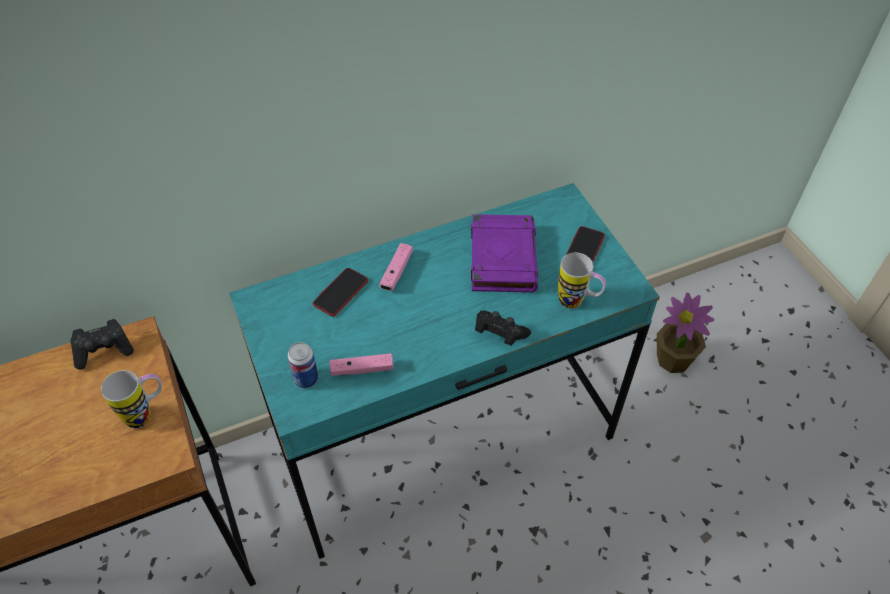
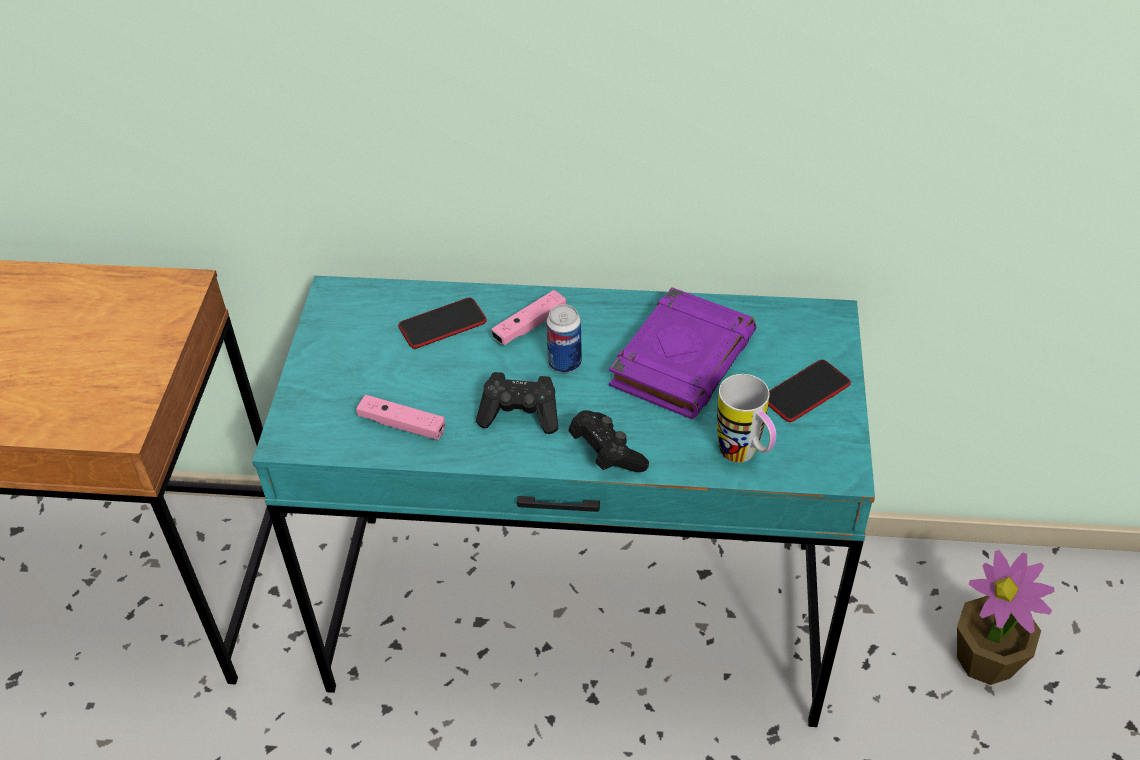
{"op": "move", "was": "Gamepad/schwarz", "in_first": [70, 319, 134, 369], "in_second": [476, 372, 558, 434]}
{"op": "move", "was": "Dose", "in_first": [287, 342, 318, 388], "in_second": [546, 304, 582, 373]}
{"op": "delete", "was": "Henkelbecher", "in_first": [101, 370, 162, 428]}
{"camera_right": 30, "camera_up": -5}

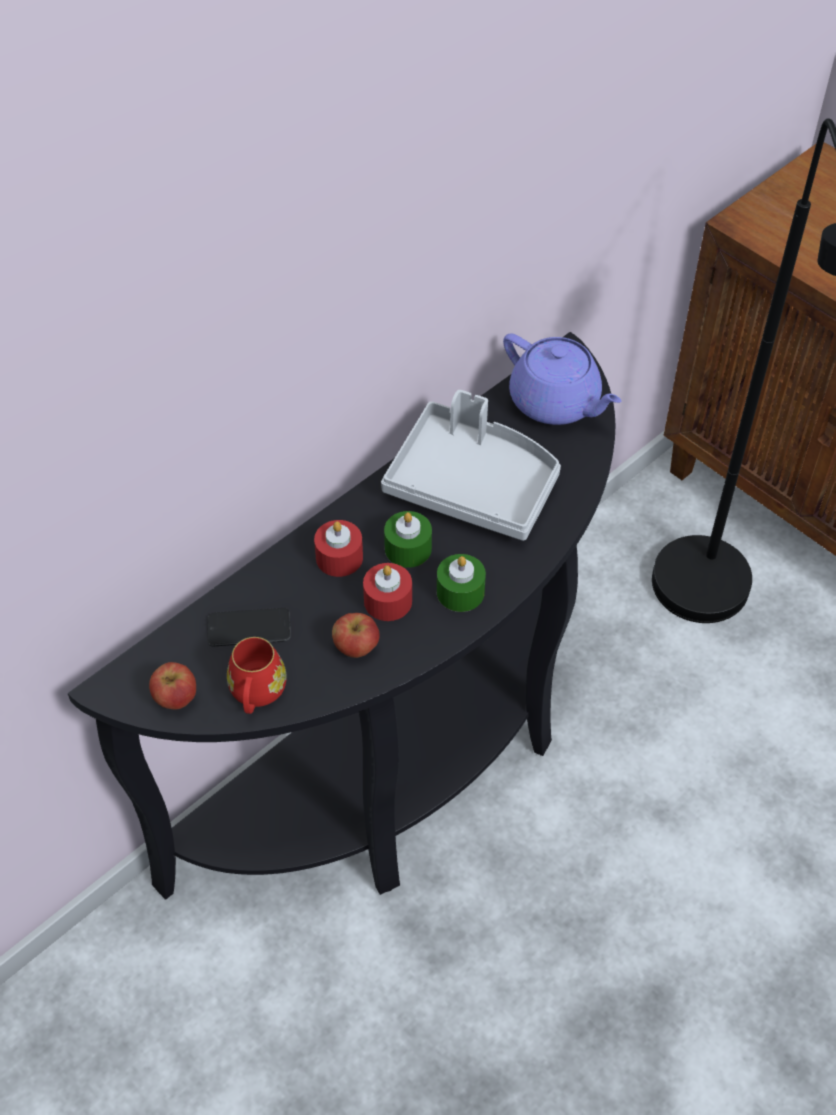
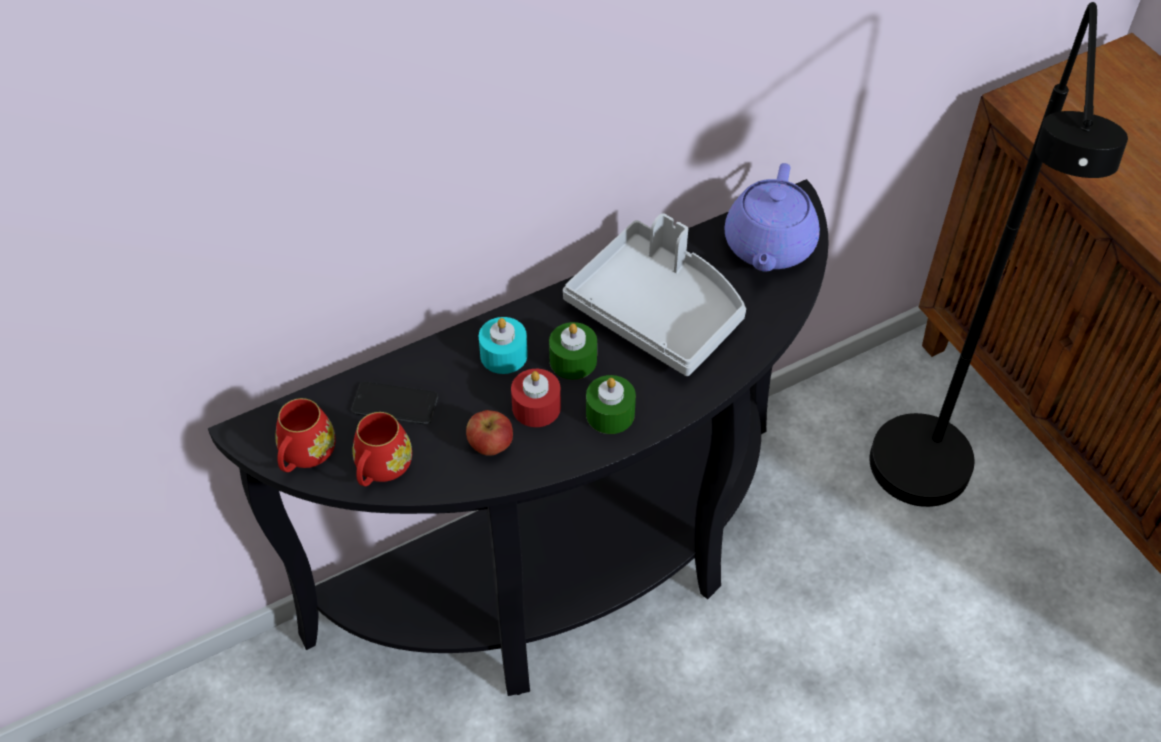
{"op": "rotate", "was": "Teekanne/lila", "in_first": [503, 333, 621, 425], "in_second": [724, 163, 820, 272], "clockwise": 45}
{"op": "recolor", "was": "Kerze/rot", "now": "Kerze/türkis", "in_first": [314, 520, 363, 577], "in_second": [479, 317, 528, 374]}
{"op": "replace", "was": "Apfel", "now": "Henkelbecher/rot", "in_first": [149, 662, 196, 710], "in_second": [275, 398, 336, 472]}
{"camera_right": 15, "camera_up": 0}

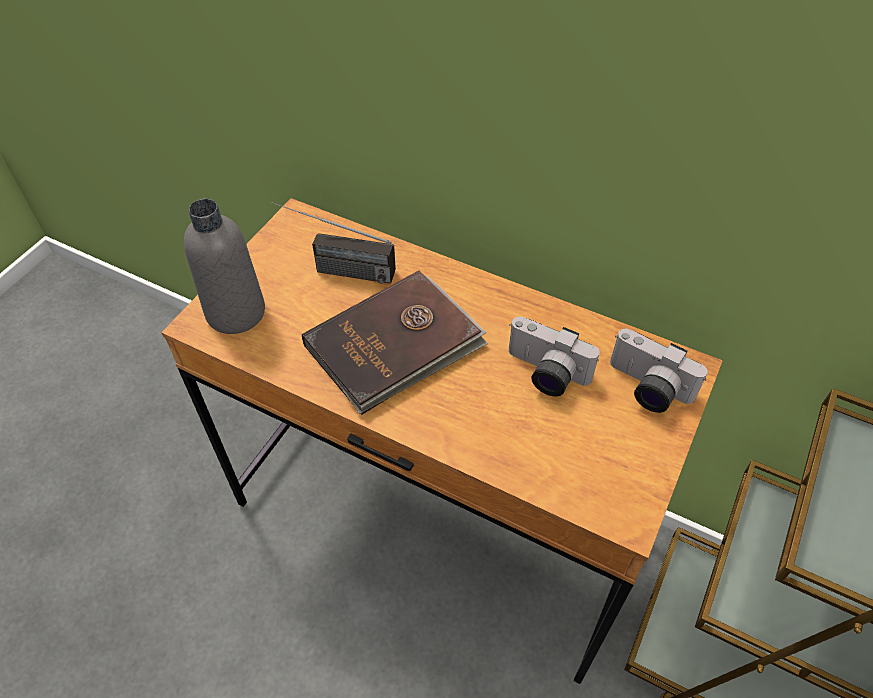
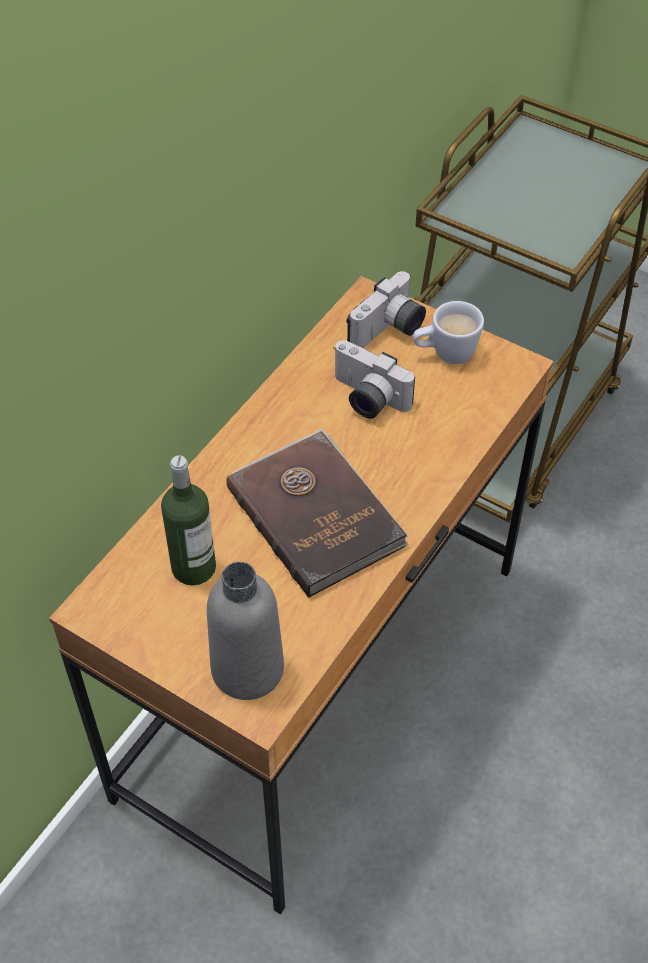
{"op": "replace", "was": "Radio", "now": "Flasche", "in_first": [271, 202, 396, 284], "in_second": [161, 455, 216, 585]}
{"op": "rotate", "was": "Kamera", "in_first": [509, 317, 600, 396], "in_second": [333, 340, 415, 419], "clockwise": 90}
{"op": "insert", "now": "Henkelbecher/weiß", "in_second": [413, 301, 484, 364]}
{"camera_right": -85, "camera_up": 0}

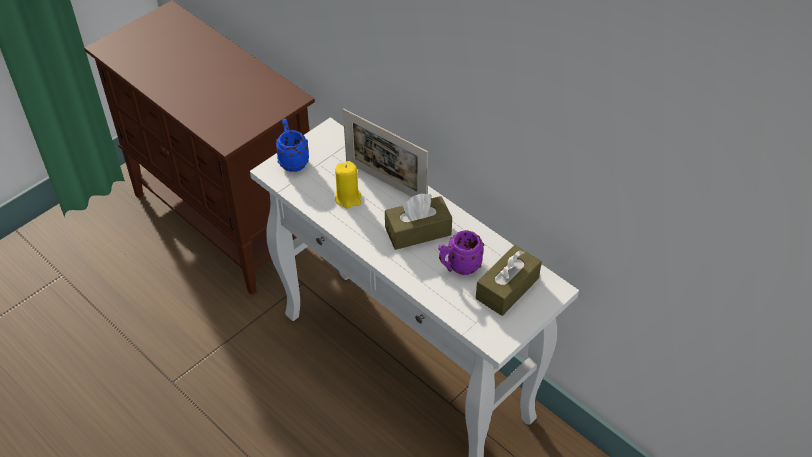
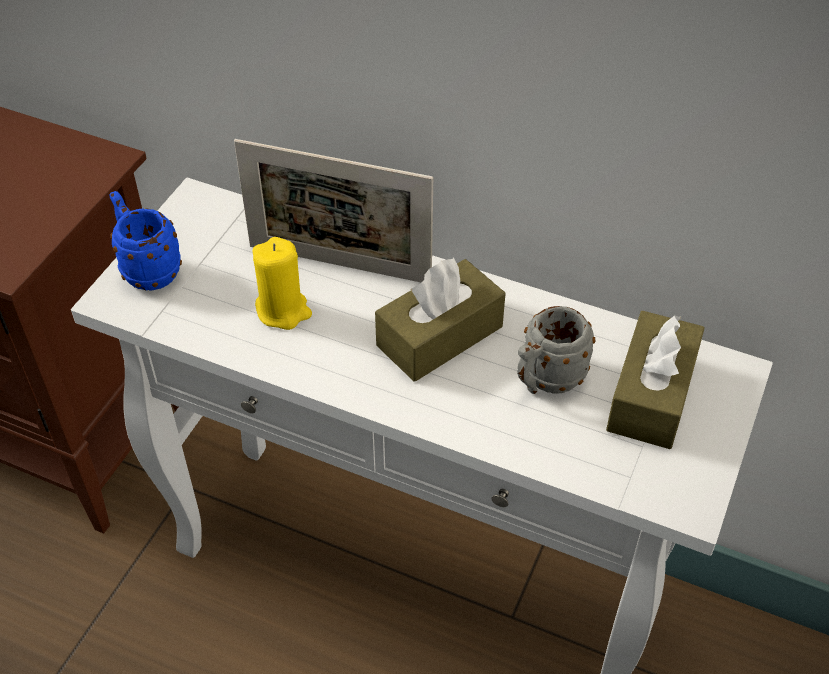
{"op": "recolor", "was": "Henkelbecher/lila", "now": "Henkelbecher/grau", "in_first": [438, 230, 484, 275], "in_second": [517, 306, 595, 394]}
{"camera_right": -20, "camera_up": 0}

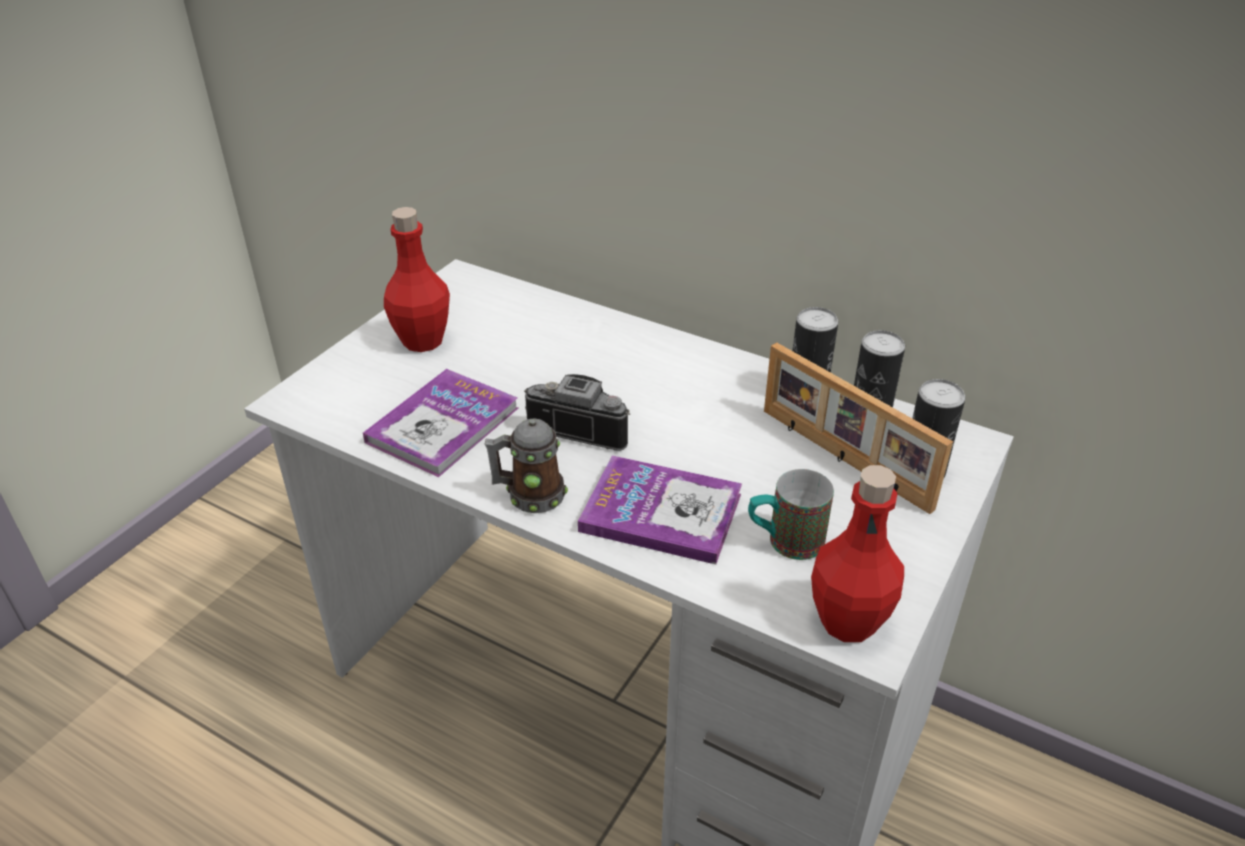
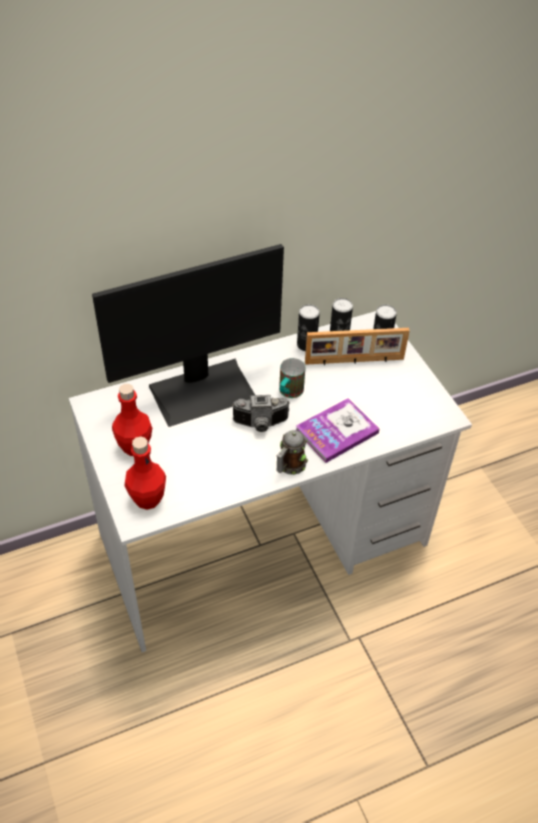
{"op": "delete", "was": "Buch", "in_first": [363, 369, 518, 477]}
{"op": "rotate", "was": "Kamera", "in_first": [524, 374, 630, 451], "in_second": [231, 395, 290, 432], "clockwise": -150}
{"op": "move", "was": "Flasche/rot", "in_first": [811, 465, 904, 642], "in_second": [125, 437, 166, 510]}
{"op": "move", "was": "Henkelbecher", "in_first": [748, 469, 834, 560], "in_second": [279, 358, 305, 398]}
{"op": "insert", "now": "Monitor", "in_second": [92, 244, 284, 427]}
{"camera_right": -55, "camera_up": 10}

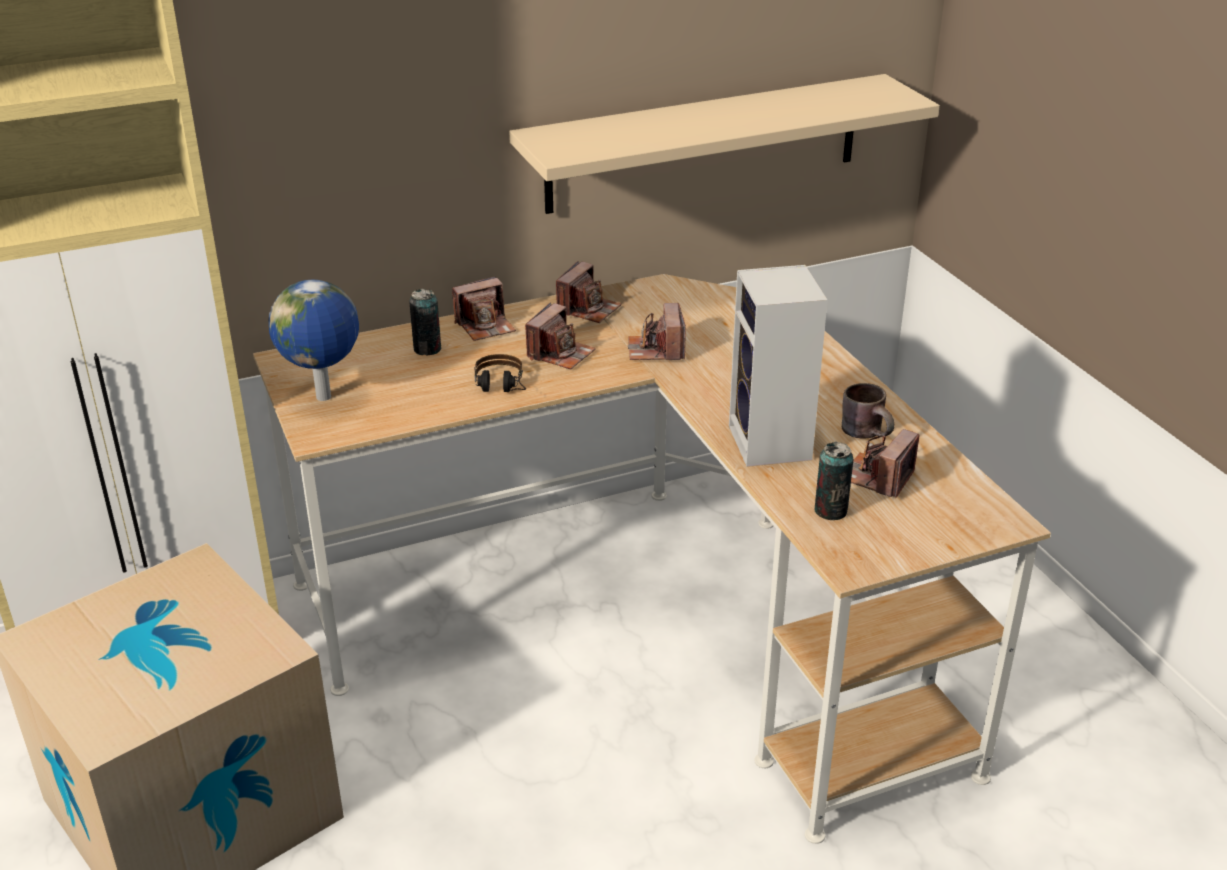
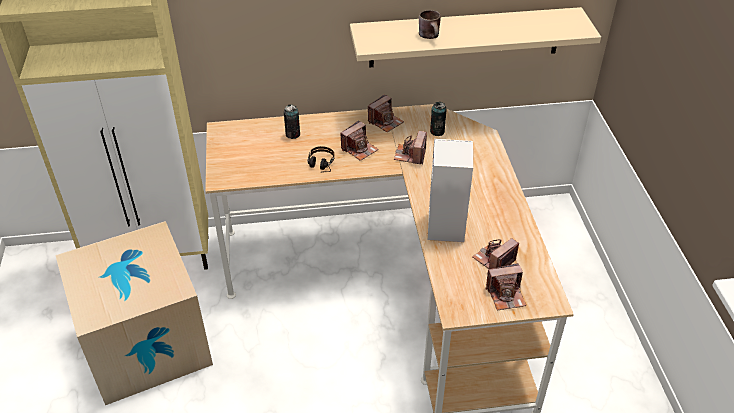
{"op": "move", "was": "Kamera", "in_first": [452, 277, 516, 341], "in_second": [486, 263, 526, 310]}
{"op": "delete", "was": "Globus", "in_first": [269, 279, 359, 401]}
{"op": "move", "was": "Henkelbecher/braun", "in_first": [842, 383, 894, 438], "in_second": [419, 10, 441, 39]}
{"op": "move", "was": "Dose", "in_first": [815, 442, 853, 520], "in_second": [430, 102, 447, 136]}
{"camera_right": 15, "camera_up": 10}

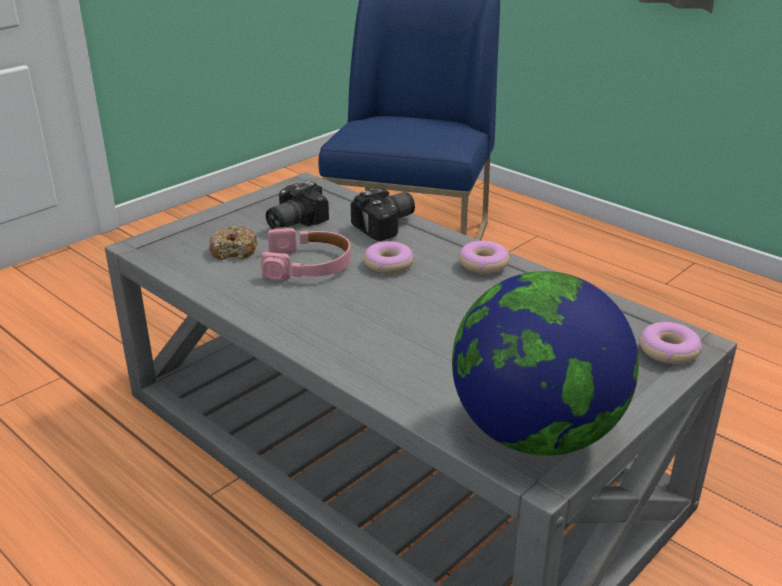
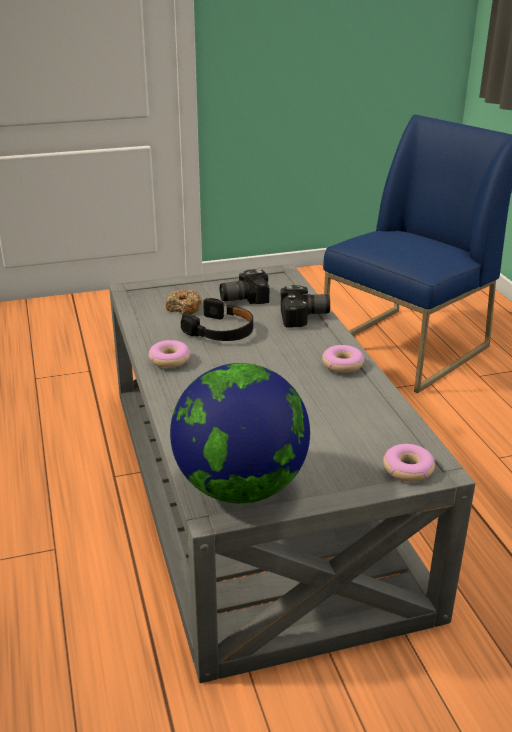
{"op": "recolor", "was": "Kopfhörer/rosa", "now": "Kopfhörer/schwarz", "in_first": [261, 227, 351, 280], "in_second": [181, 298, 253, 341]}
{"op": "move", "was": "Donut", "in_first": [364, 241, 414, 274], "in_second": [149, 340, 190, 368]}
{"camera_right": 30, "camera_up": 0}

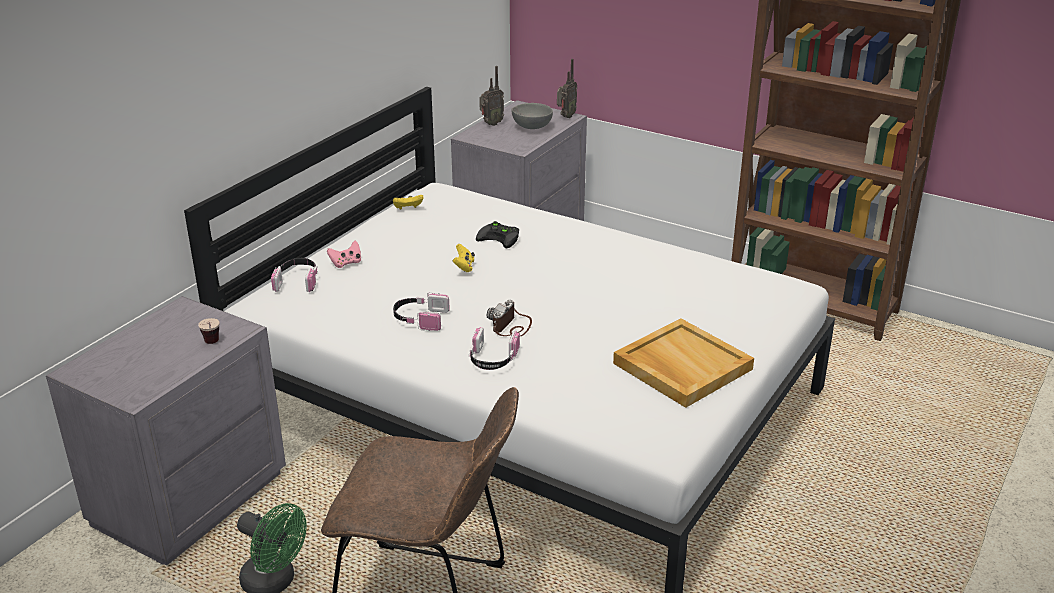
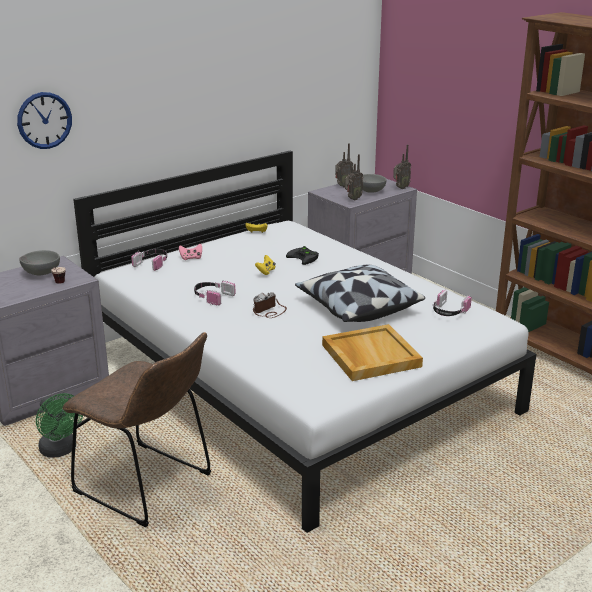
{"op": "move", "was": "Kopfhörer", "in_first": [470, 327, 520, 370], "in_second": [432, 290, 472, 316]}
{"op": "insert", "now": "Wanduhr", "in_second": [17, 92, 72, 149]}
{"op": "insert", "now": "Radio", "in_second": [345, 154, 363, 200]}
{"op": "insert", "now": "Schüssel/grau", "in_second": [19, 250, 60, 275]}
{"op": "insert", "now": "Kissen", "in_second": [295, 265, 425, 322]}
{"camera_right": 20, "camera_up": -5}

